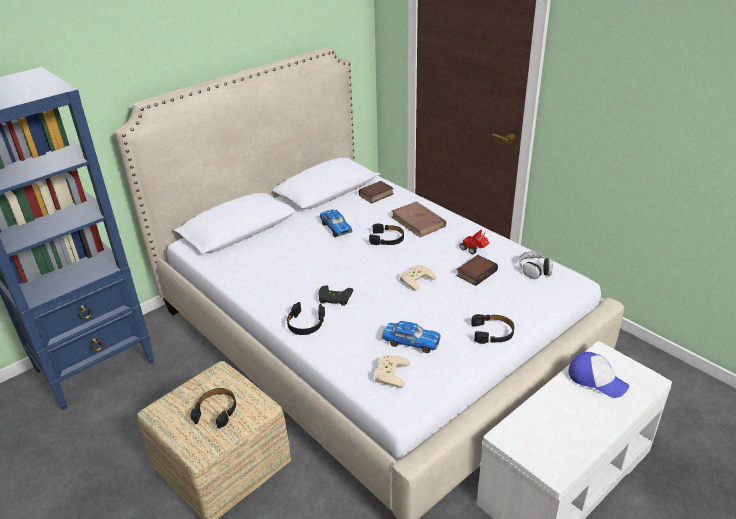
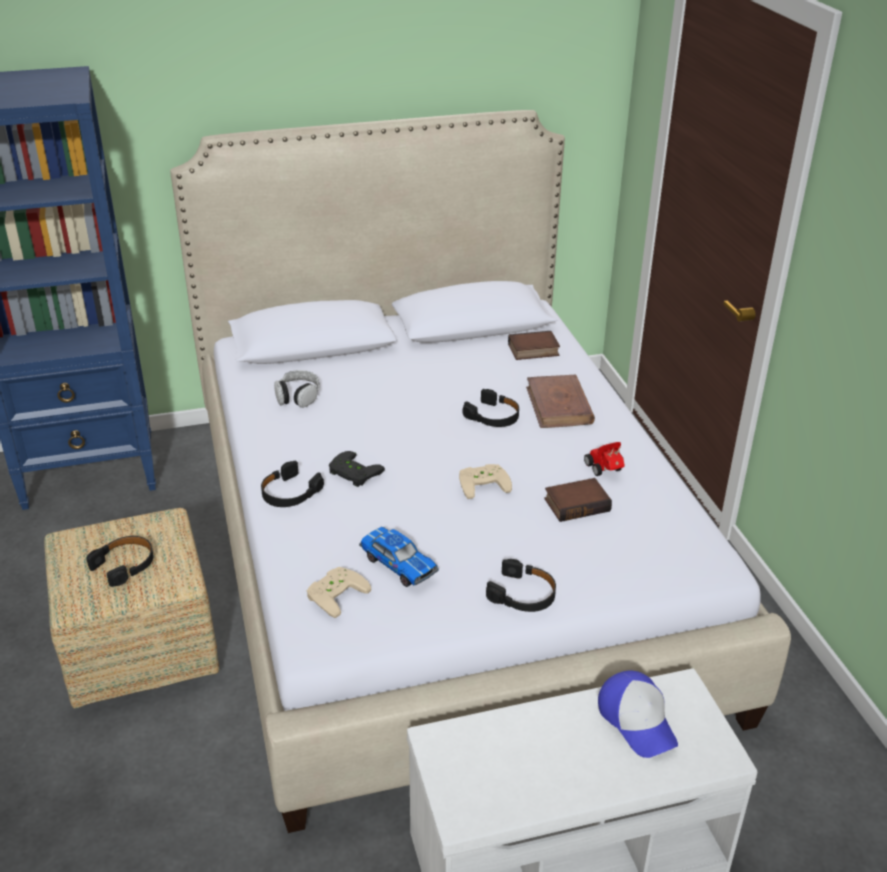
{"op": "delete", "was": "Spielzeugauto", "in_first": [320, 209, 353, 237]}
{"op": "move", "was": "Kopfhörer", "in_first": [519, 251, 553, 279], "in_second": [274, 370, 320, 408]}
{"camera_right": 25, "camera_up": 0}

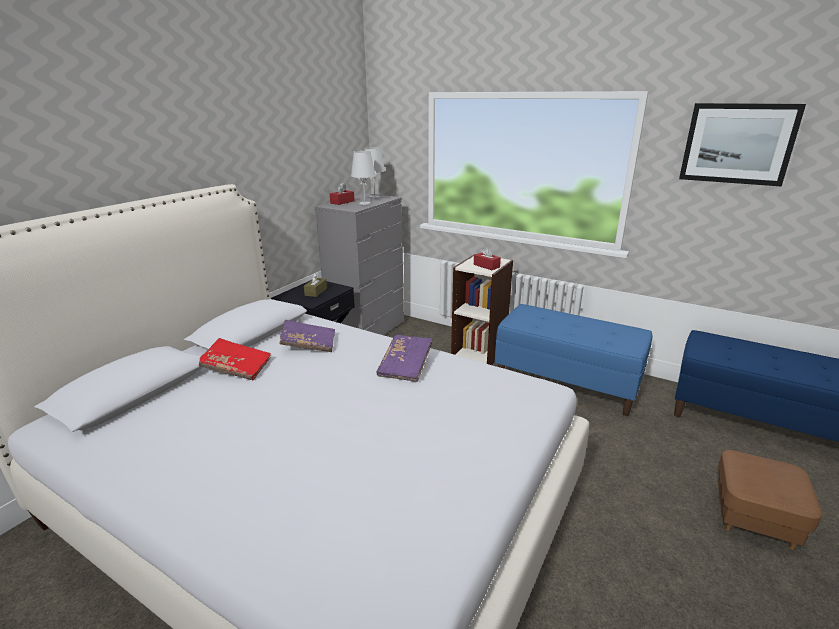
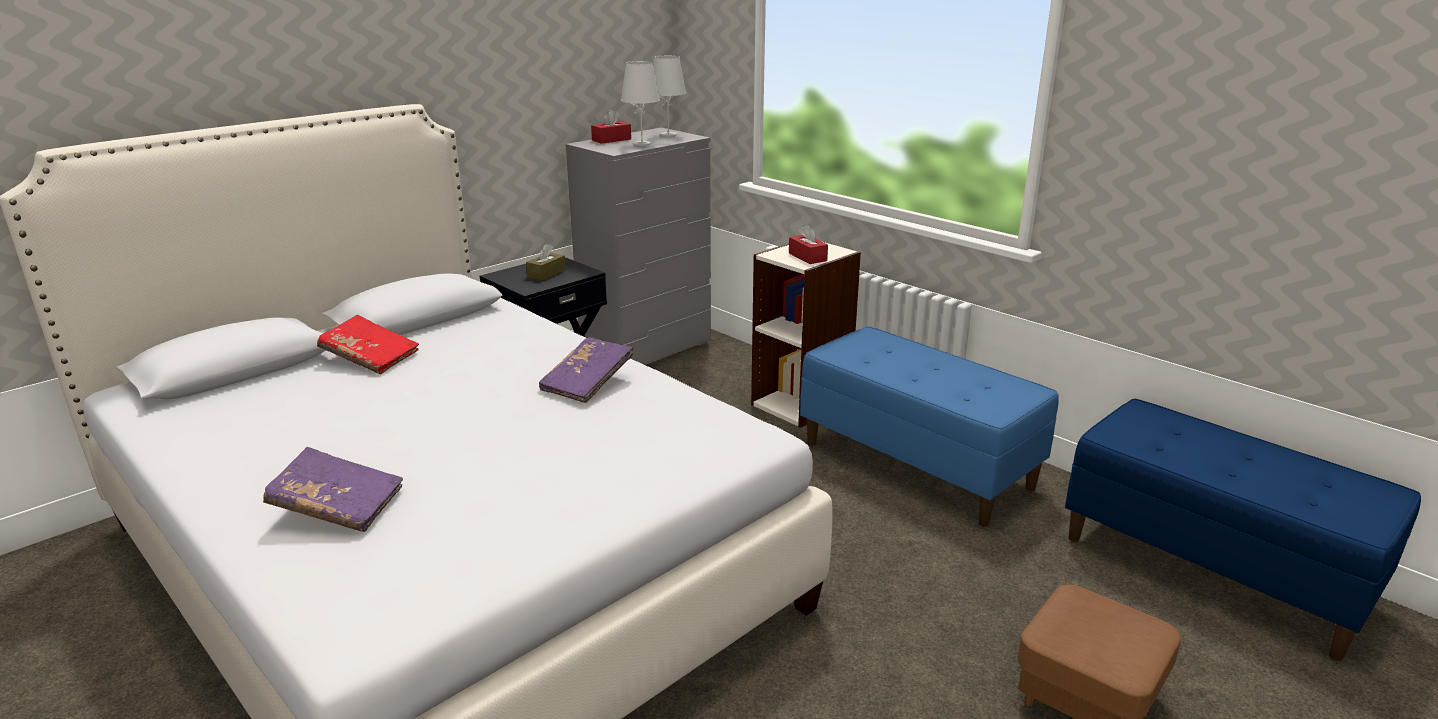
{"op": "delete", "was": "Bild", "in_first": [679, 103, 806, 187]}
{"op": "move", "was": "Buch/lila", "in_first": [279, 320, 335, 352], "in_second": [263, 447, 403, 532]}
{"camera_right": 15, "camera_up": 0}

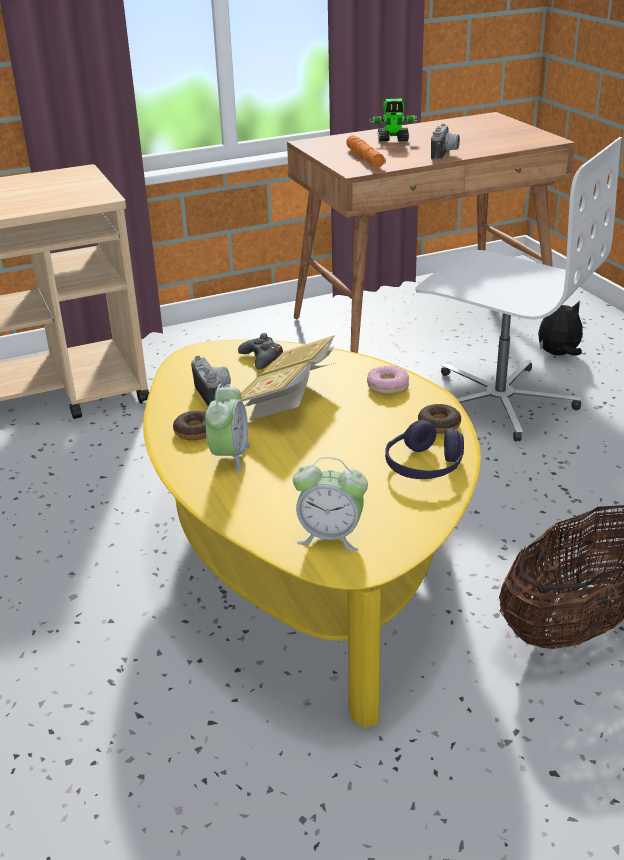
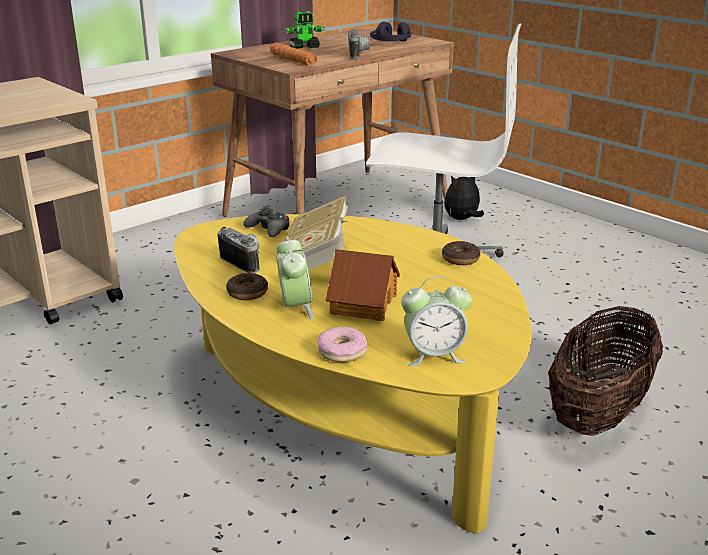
{"op": "move", "was": "Donut", "in_first": [367, 366, 409, 395], "in_second": [318, 326, 367, 362]}
{"op": "move", "was": "Kopfhörer/lila", "in_first": [385, 420, 464, 479], "in_second": [370, 22, 411, 41]}
{"op": "insert", "now": "Spielzeughaus", "in_second": [326, 249, 400, 321]}
{"camera_right": -20, "camera_up": -5}

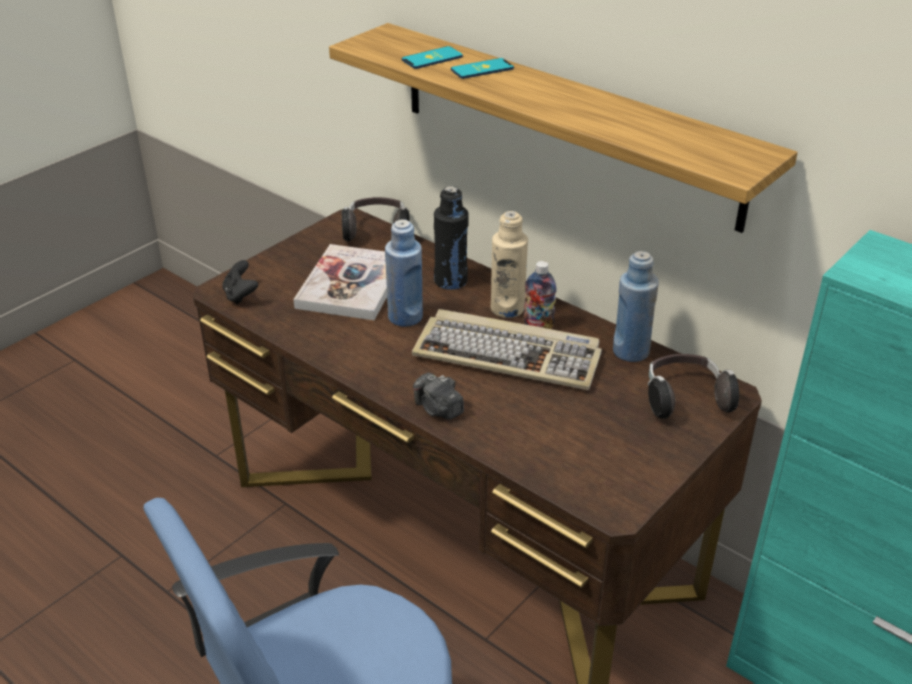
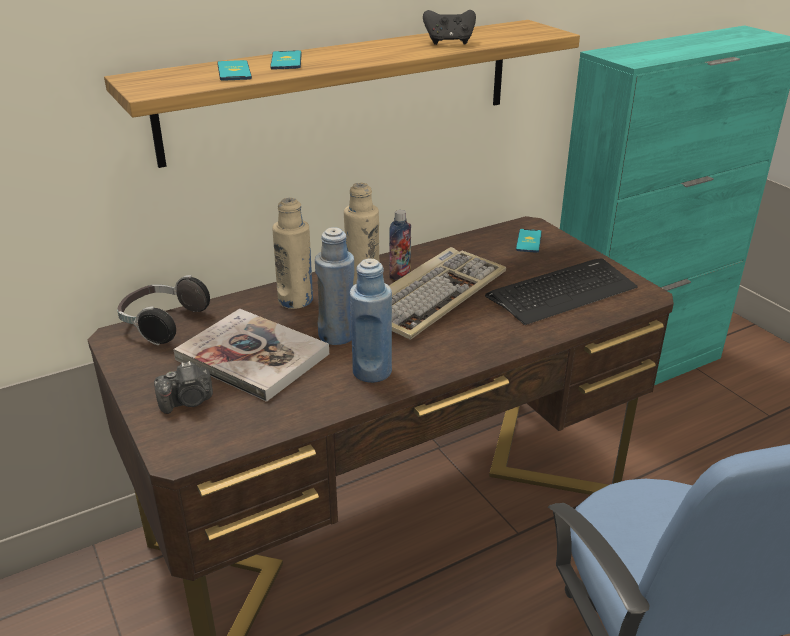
{"op": "recolor", "was": "Flasche/schwarz", "now": "Flasche/beige", "in_first": [434, 186, 469, 290], "in_second": [272, 198, 313, 309]}
{"op": "move", "was": "Flasche/blau", "in_first": [613, 251, 659, 362], "in_second": [350, 259, 392, 383]}
{"op": "move", "was": "Gamepad/schwarz", "in_first": [222, 260, 258, 305], "in_second": [423, 10, 476, 45]}
{"op": "replace", "was": "Kopfhörer", "now": "Handy", "in_first": [648, 354, 739, 419], "in_second": [516, 229, 542, 253]}
{"op": "move", "was": "Kamera", "in_first": [413, 373, 464, 420], "in_second": [154, 361, 213, 414]}
{"op": "insert", "now": "Tastatur", "in_second": [485, 258, 638, 325]}
{"camera_right": -70, "camera_up": -5}

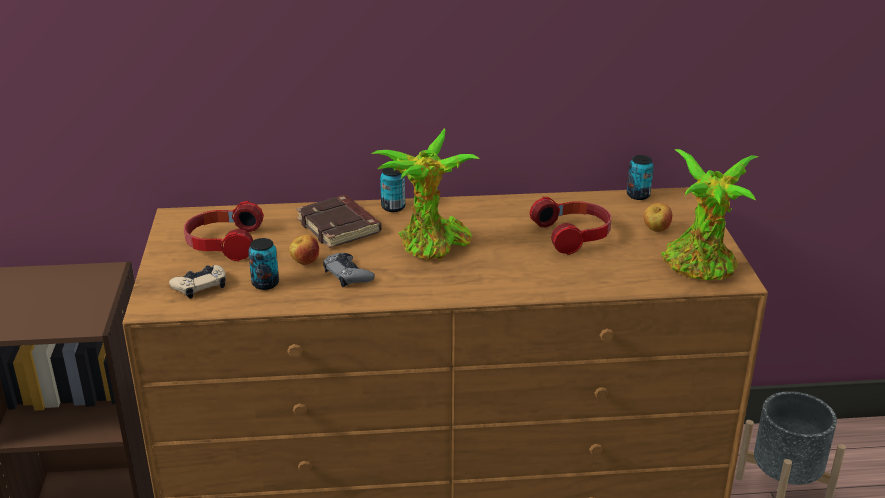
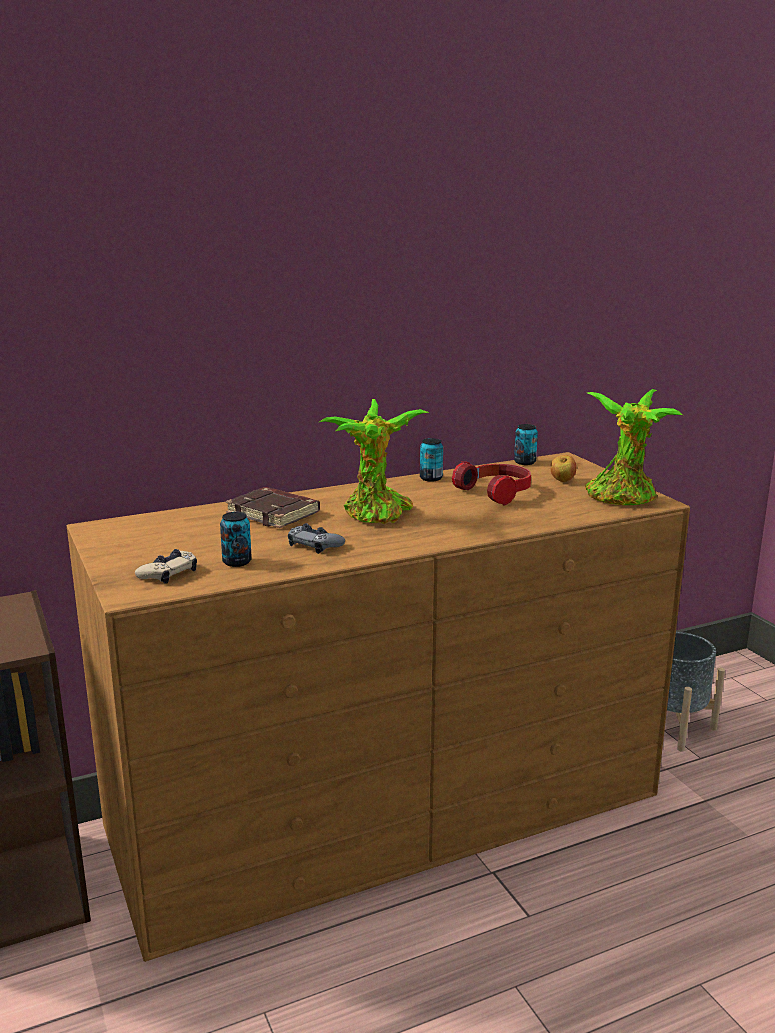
{"op": "move", "was": "Dose", "in_first": [380, 168, 405, 212], "in_second": [420, 438, 443, 482]}
{"op": "delete", "was": "Kopfhörer", "in_first": [184, 201, 264, 262]}
{"op": "delete", "was": "Apfel", "in_first": [289, 235, 319, 265]}
{"camera_right": -20, "camera_up": -10}

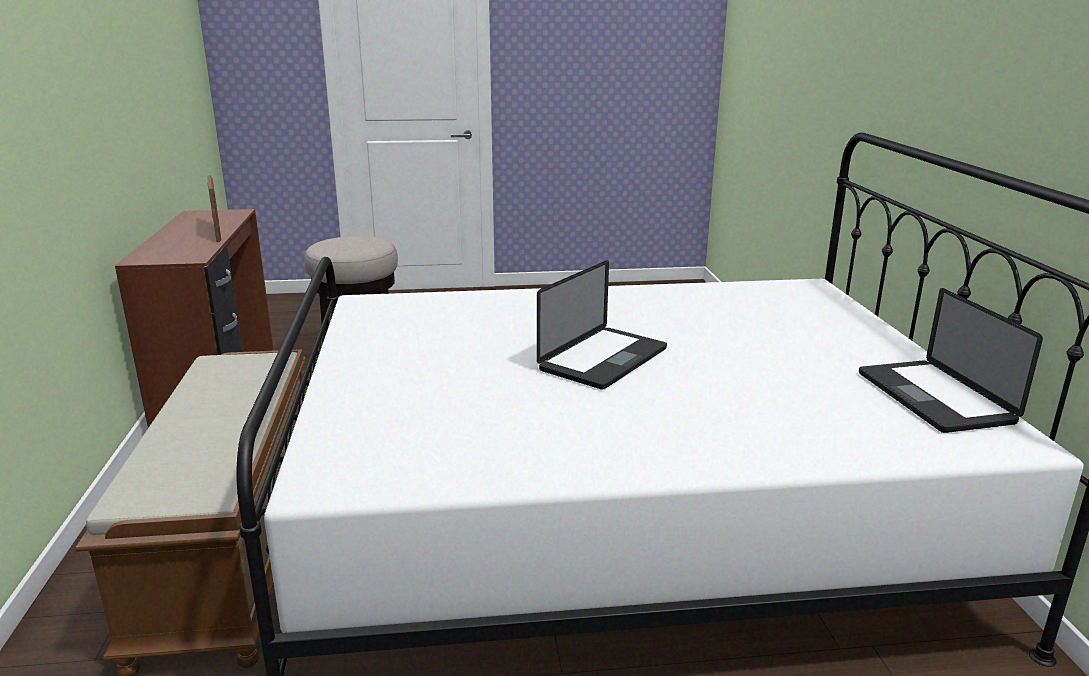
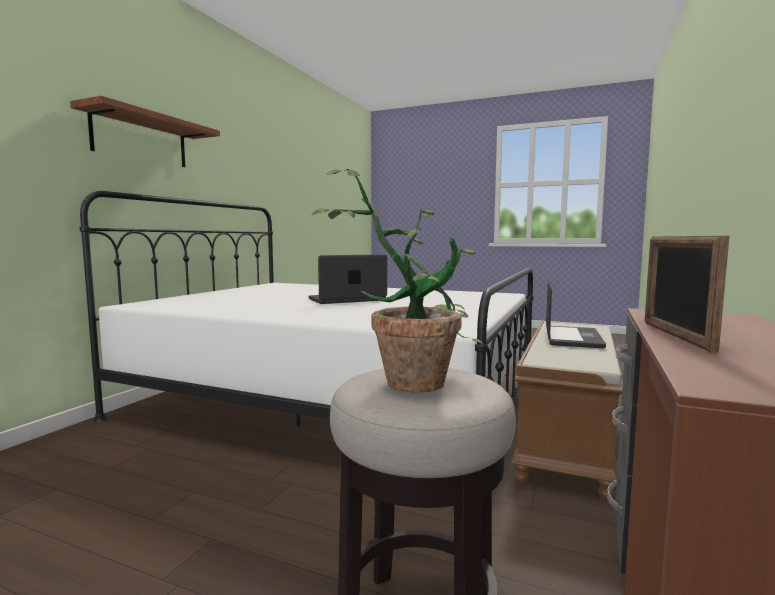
{"op": "move", "was": "Laptop", "in_first": [859, 288, 1043, 433], "in_second": [546, 282, 606, 348]}
{"op": "insert", "now": "Wandregal", "in_second": [70, 96, 220, 167]}
{"op": "insert", "now": "Topfpflanze", "in_second": [311, 169, 484, 393]}
{"camera_right": -150, "camera_up": -15}

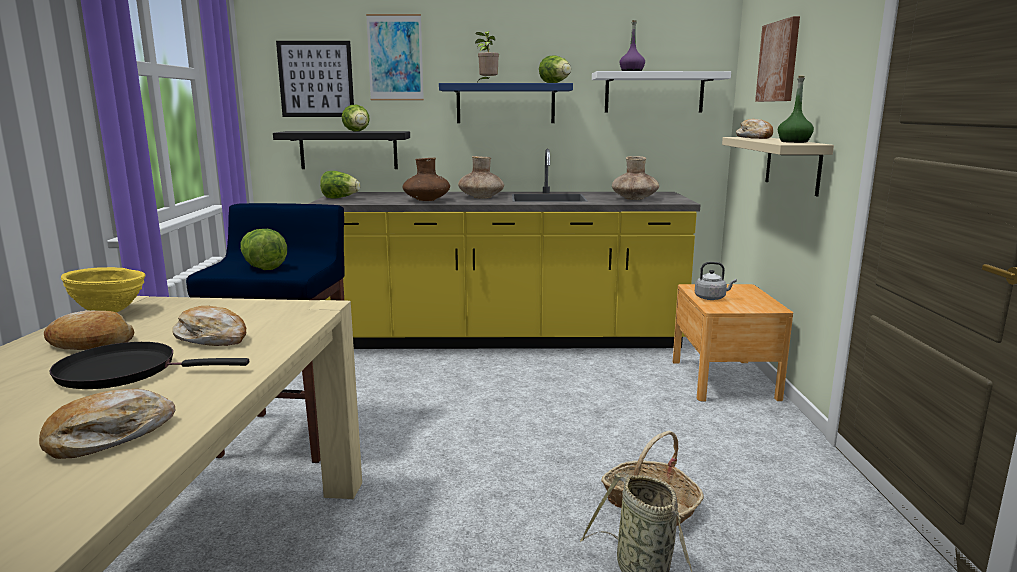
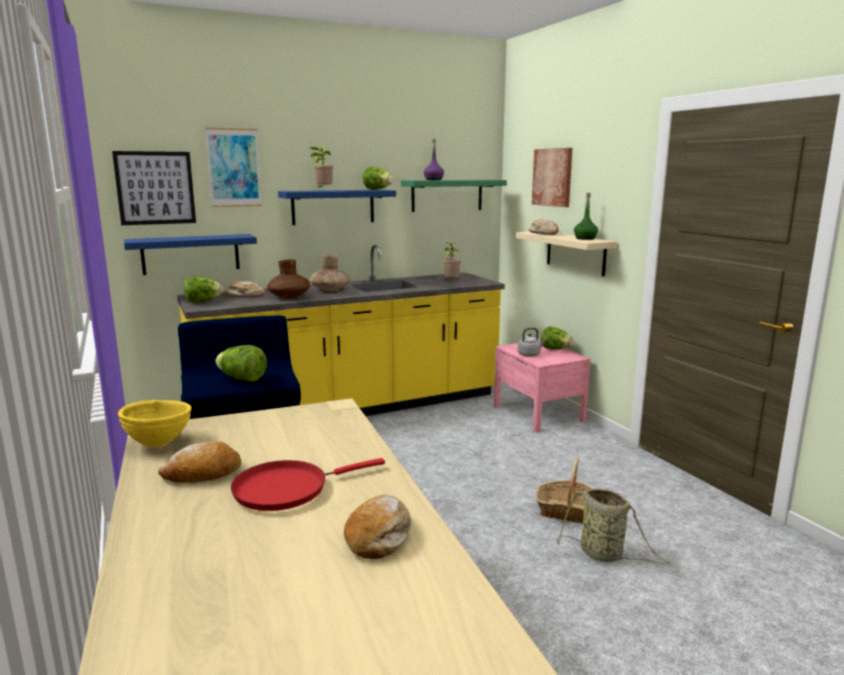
{"op": "recolor", "was": "Wandregal/weiß", "now": "Wandregal/grün", "in_first": [592, 71, 731, 112], "in_second": [401, 180, 507, 212]}
{"op": "move", "was": "Salatkopf", "in_first": [342, 105, 370, 131], "in_second": [541, 327, 574, 350]}
{"op": "recolor", "was": "Wandregal/schwarz", "now": "Wandregal/blau", "in_first": [273, 131, 410, 169], "in_second": [124, 234, 257, 275]}
{"op": "replace", "was": "Vase/braun", "now": "Topfpflanze", "in_first": [612, 156, 659, 200], "in_second": [443, 242, 461, 280]}
{"op": "recolor", "was": "Nachttisch/braun", "now": "Nachttisch/rosa", "in_first": [673, 284, 793, 402], "in_second": [494, 340, 590, 432]}
{"op": "move", "was": "Brot", "in_first": [172, 306, 246, 346], "in_second": [226, 281, 265, 297]}
{"op": "recolor", "was": "Pfanne/schwarz", "now": "Pfanne/rot", "in_first": [50, 342, 249, 389], "in_second": [231, 458, 385, 511]}
{"camera_right": -25, "camera_up": 0}

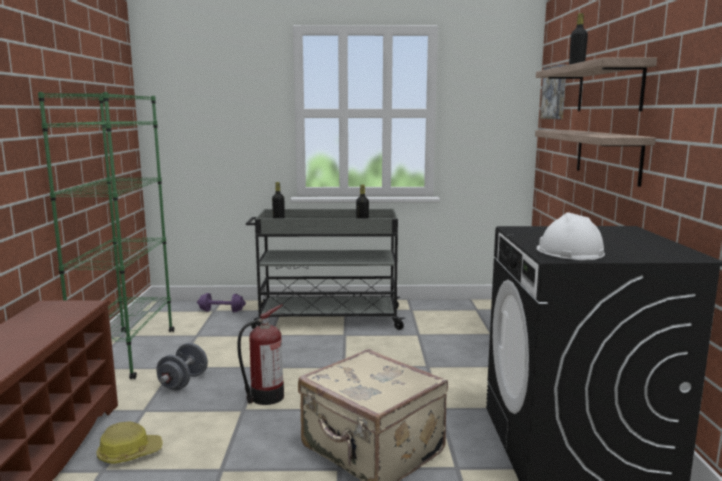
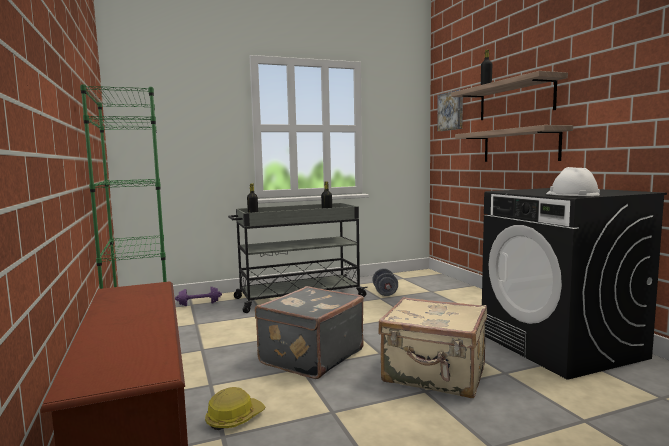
{"op": "replace", "was": "Feuerlöscher", "now": "Koffer/grau", "in_first": [238, 304, 284, 405], "in_second": [255, 286, 364, 379]}
{"op": "move", "was": "Hantel/grau", "in_first": [156, 343, 208, 390], "in_second": [372, 268, 398, 296]}
{"camera_right": -20, "camera_up": -5}

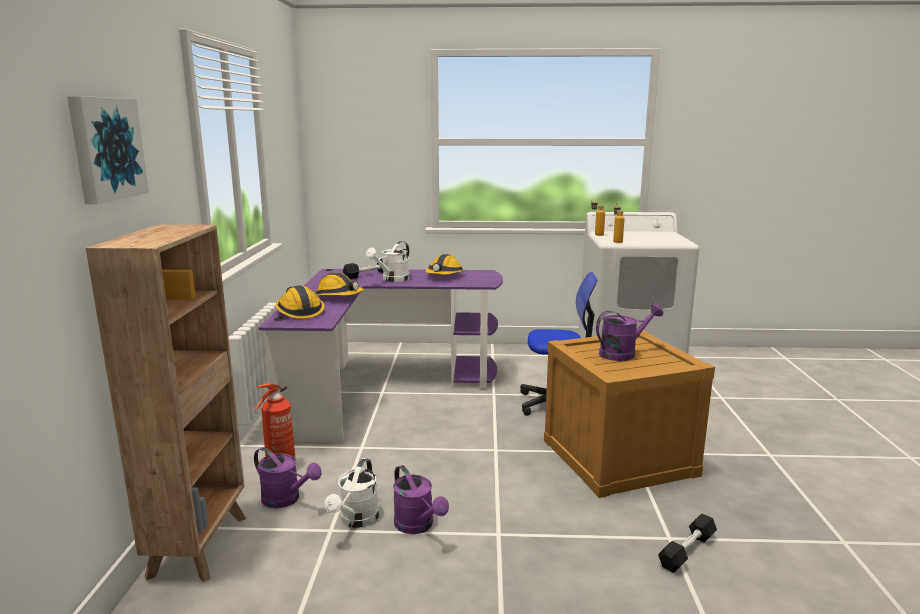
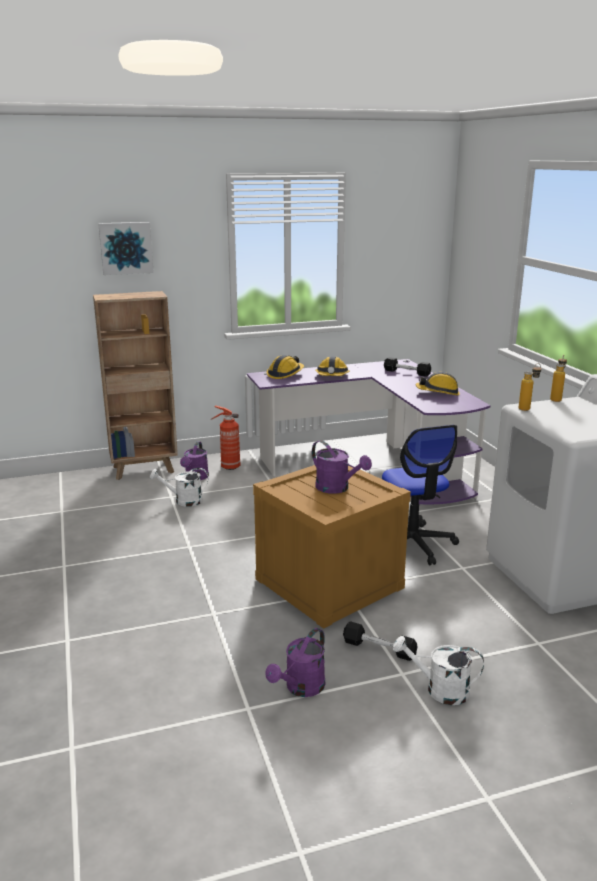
{"op": "move", "was": "Gießkanne/weiß", "in_first": [366, 241, 409, 282], "in_second": [393, 636, 484, 705]}
{"op": "move", "was": "Gießkanne/lila", "in_first": [393, 465, 449, 534], "in_second": [265, 628, 325, 697]}
{"op": "move", "was": "Hantel/schwarz", "in_first": [658, 513, 717, 573], "in_second": [343, 621, 417, 661]}
{"camera_right": 70, "camera_up": 5}

